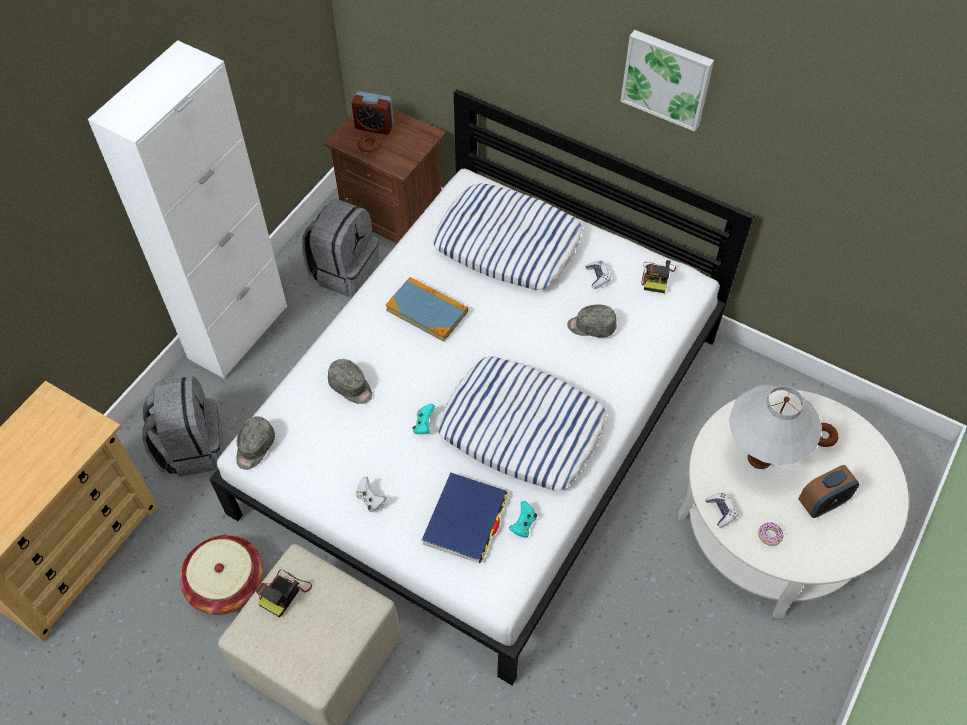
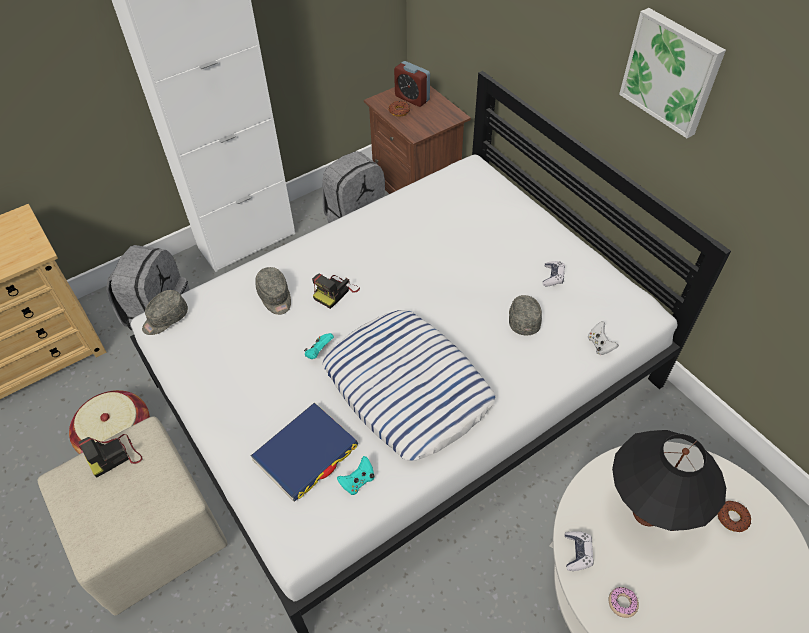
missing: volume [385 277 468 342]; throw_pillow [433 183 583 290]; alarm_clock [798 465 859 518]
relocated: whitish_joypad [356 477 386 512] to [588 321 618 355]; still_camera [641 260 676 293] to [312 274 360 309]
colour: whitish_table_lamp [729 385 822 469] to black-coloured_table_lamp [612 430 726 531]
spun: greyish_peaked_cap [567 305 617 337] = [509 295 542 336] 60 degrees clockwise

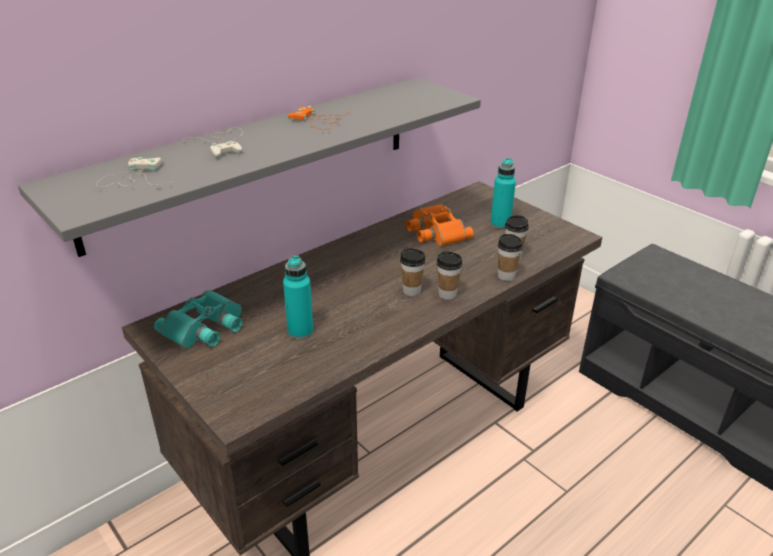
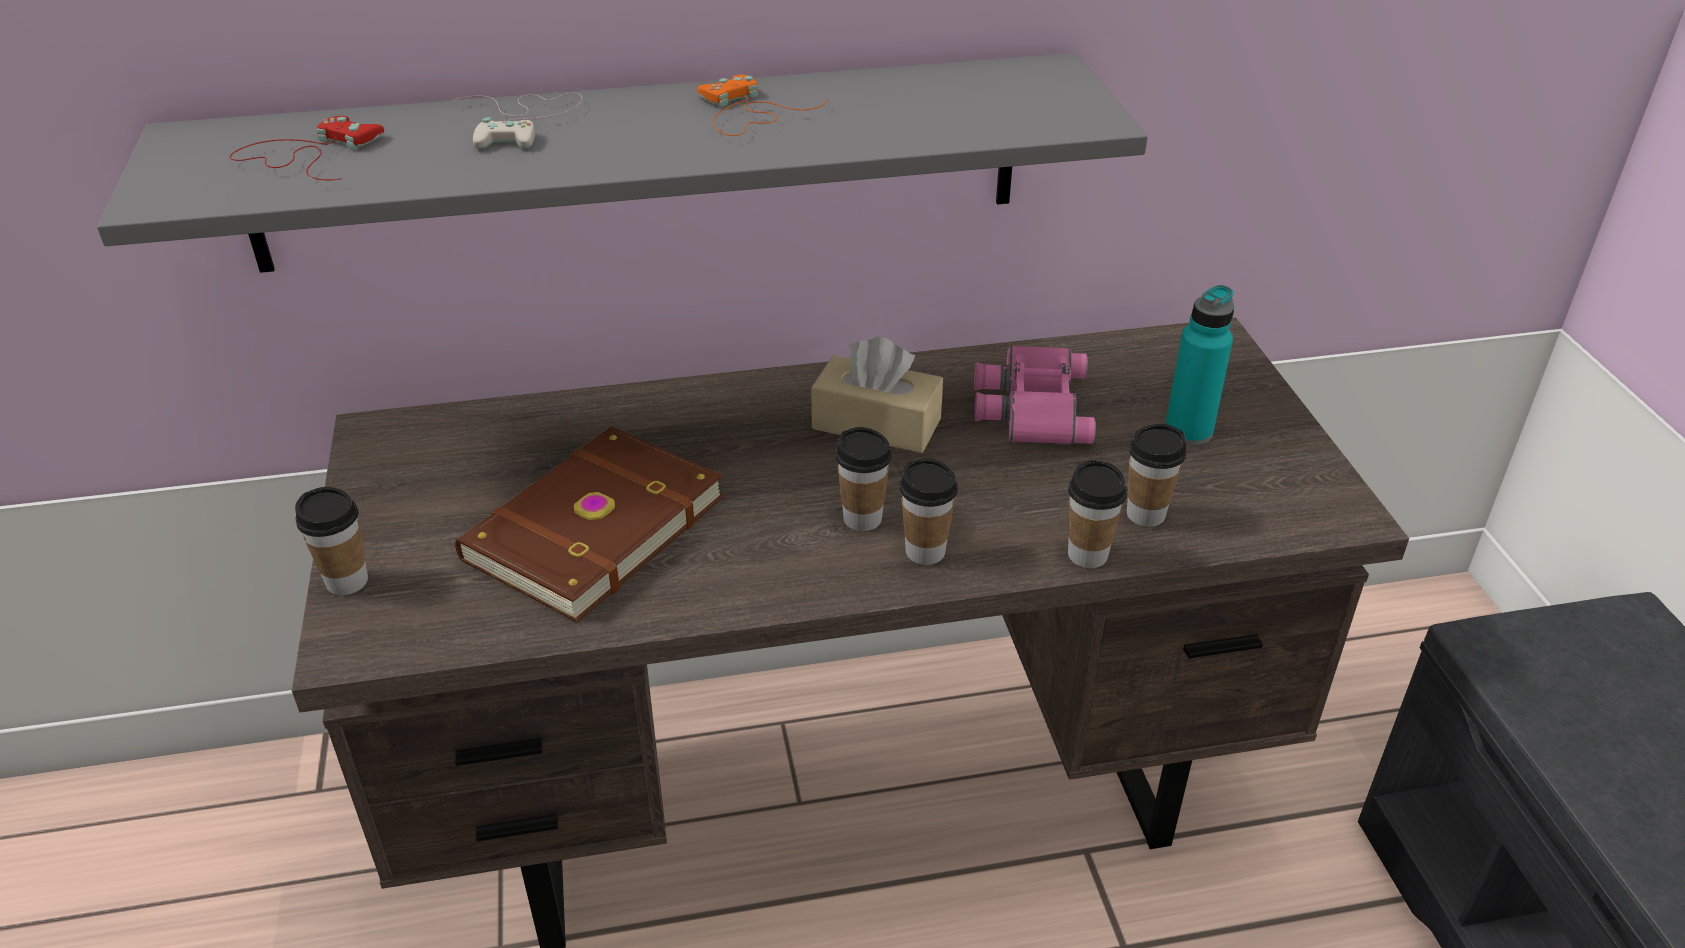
missing: turquoise-coloured_pair_of_binoculars [154 290 243 349]
appeared: cup [295 487 368 595]; beige_box_of_tissues [811 337 943 453]
exchanged: turquoise-coloured_beverage_bottle [283 255 313 339] to brown-coloured_volume [455 426 724 623]
colour: whitish_joypad [96 157 171 187] to reddish_joypad [230 116 384 180]; orangey_pair_of_binoculars [406 204 474 246] to pinkish_pair_of_binoculars [974 346 1096 444]

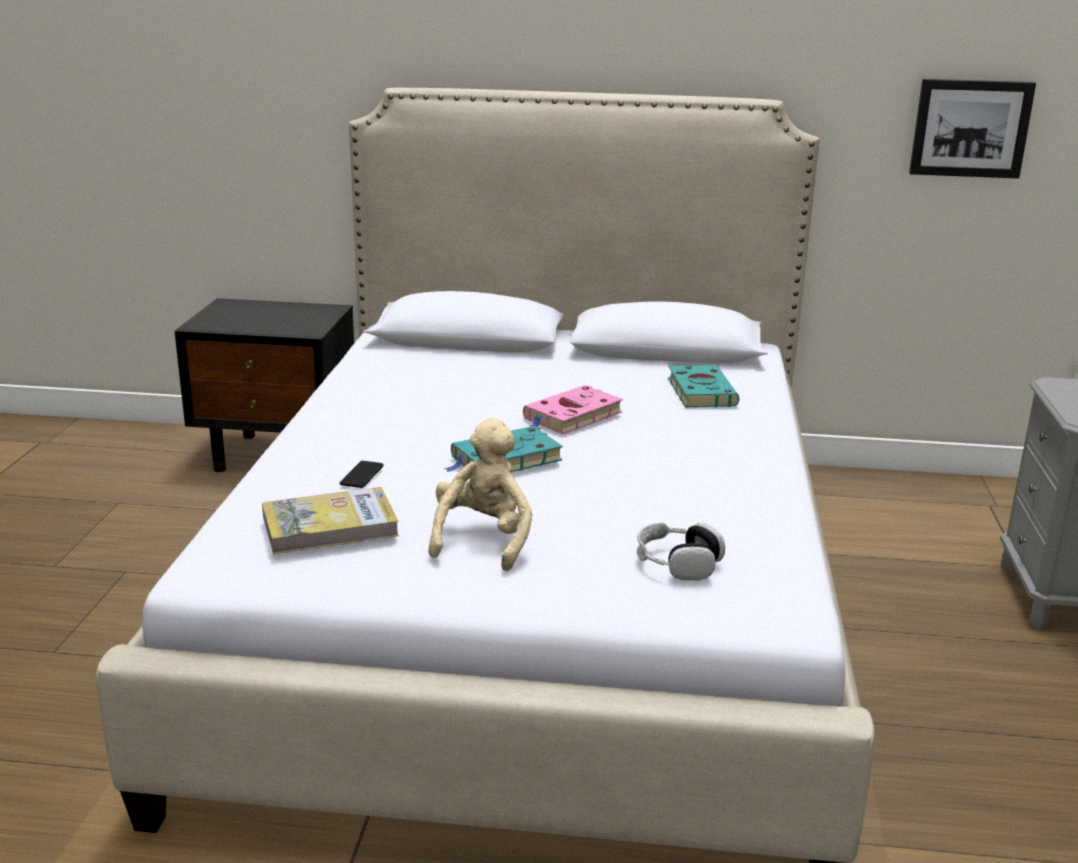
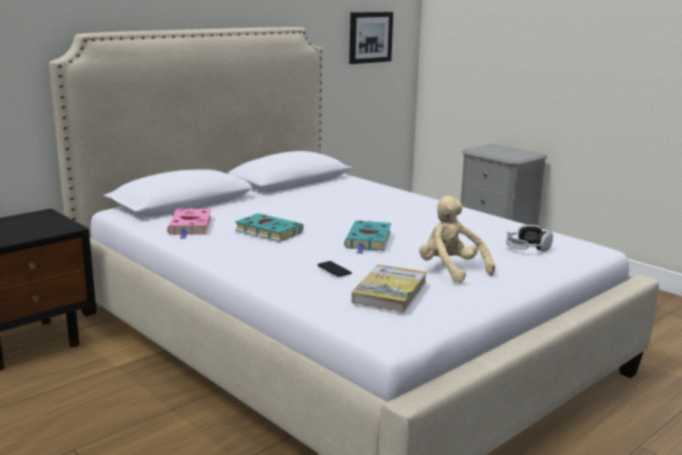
relocated: pinkish_volume [523 385 623 434] to [167 208 212 239]; turquoise-coloured_volume [668 365 739 407] to [235 213 303 242]

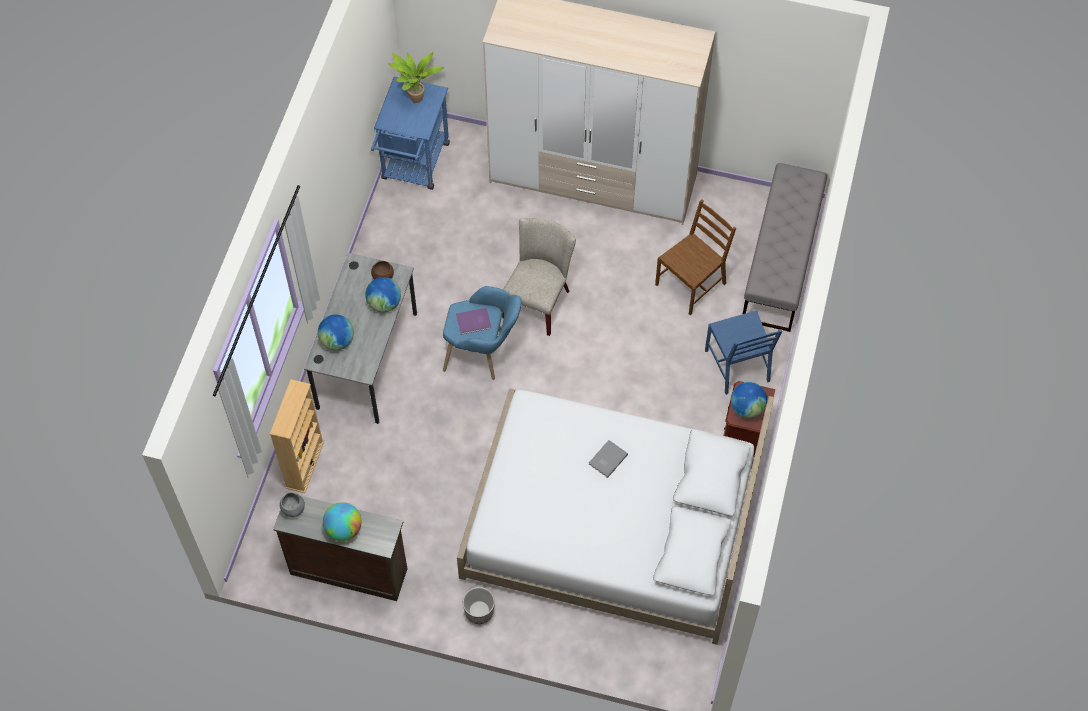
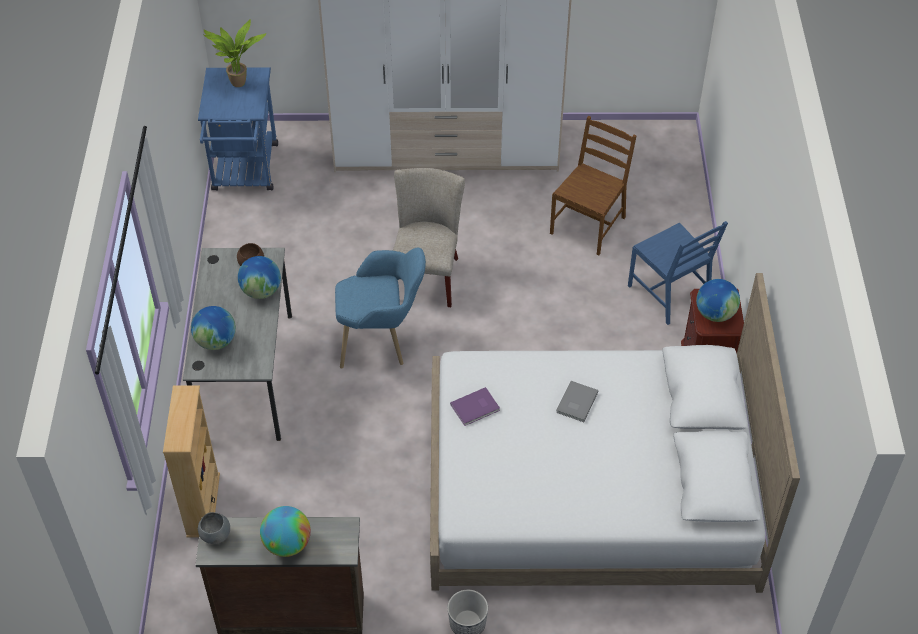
missing: greyish_long_seat [743 163 827 332]
relocated: purple-coloured_volume [456 308 492 335] to [450 387 500 426]

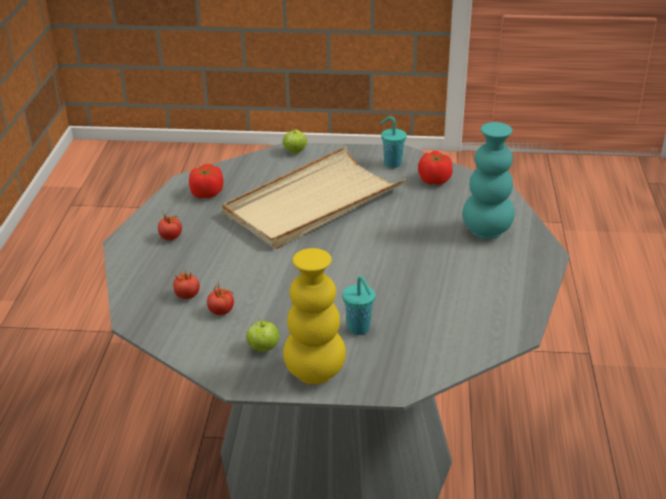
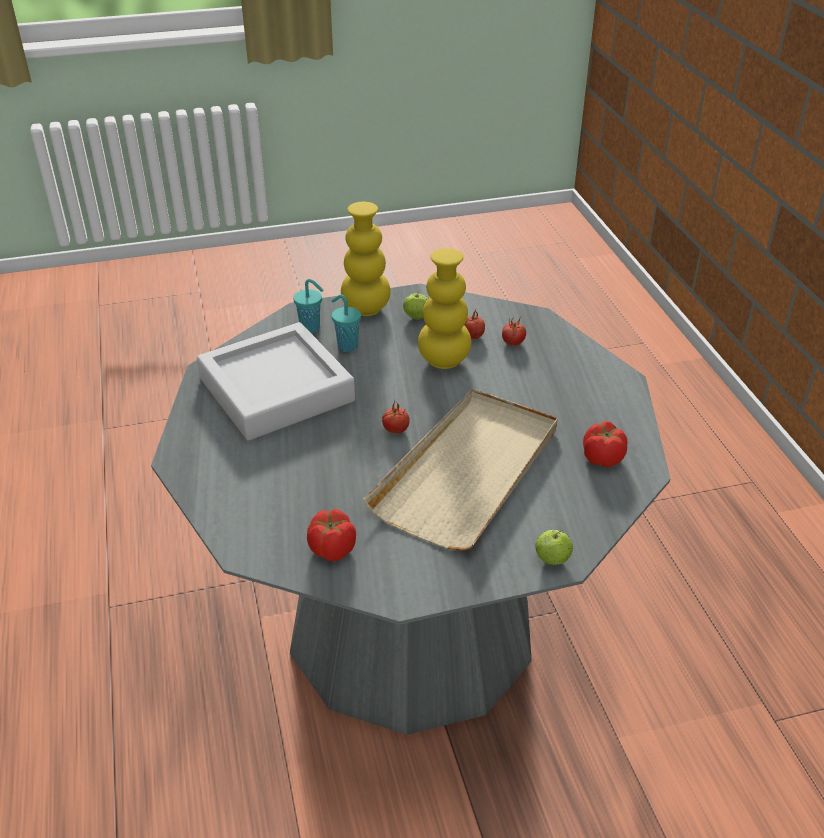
missing: turquoise-coloured_flower_vase [463 122 514 239]
appeared: greyish_tray [197 322 355 441]; yellow_flower_vase [418 248 471 369]
relocated: whole_tomato [158 213 182 240] to [382 401 410 434]; turquoise-coloured_cup [381 116 407 168] to [293 279 323 333]

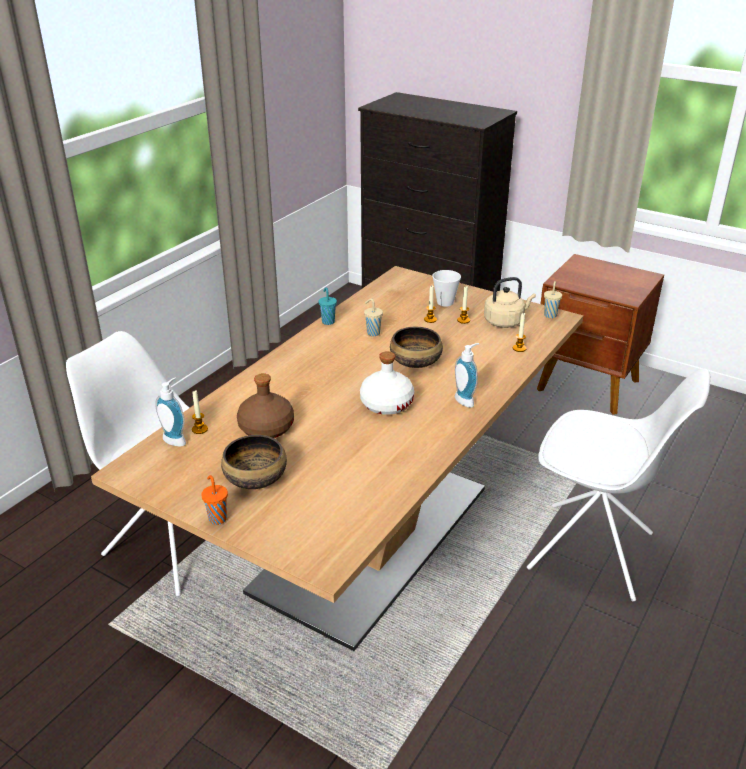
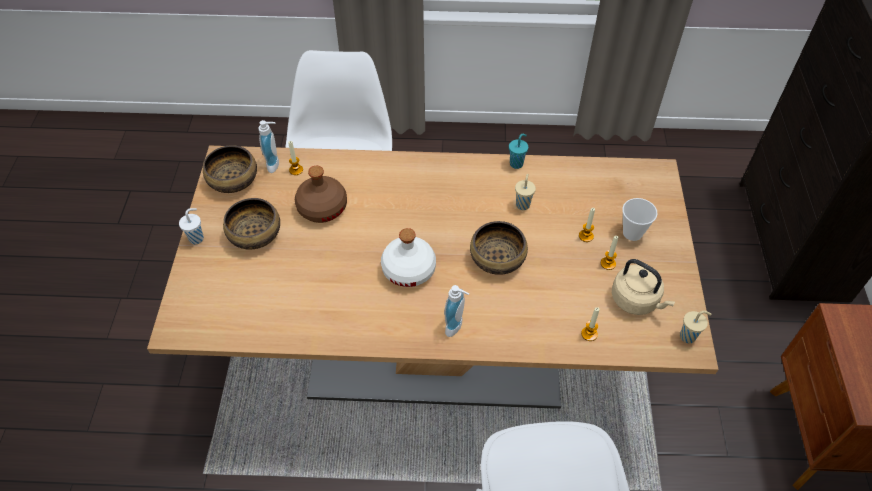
appeared: serving_bowl [203 145 257 193]
colour: orangey_cup [201 475 228 525] to whitish_cup [179 208 204 244]

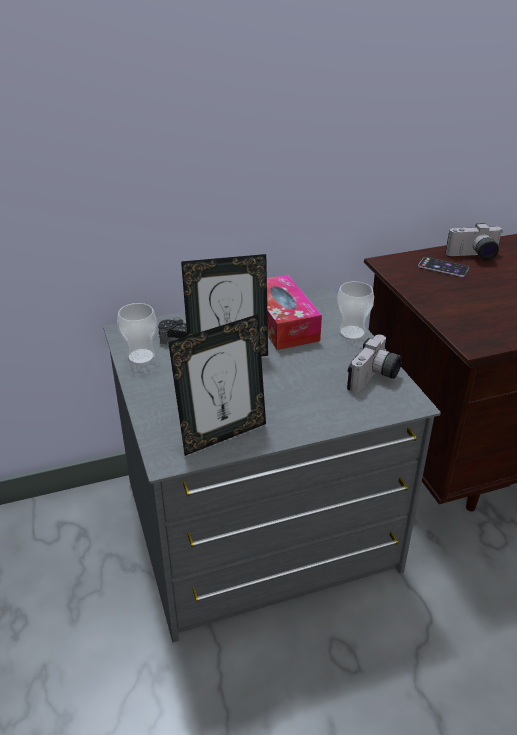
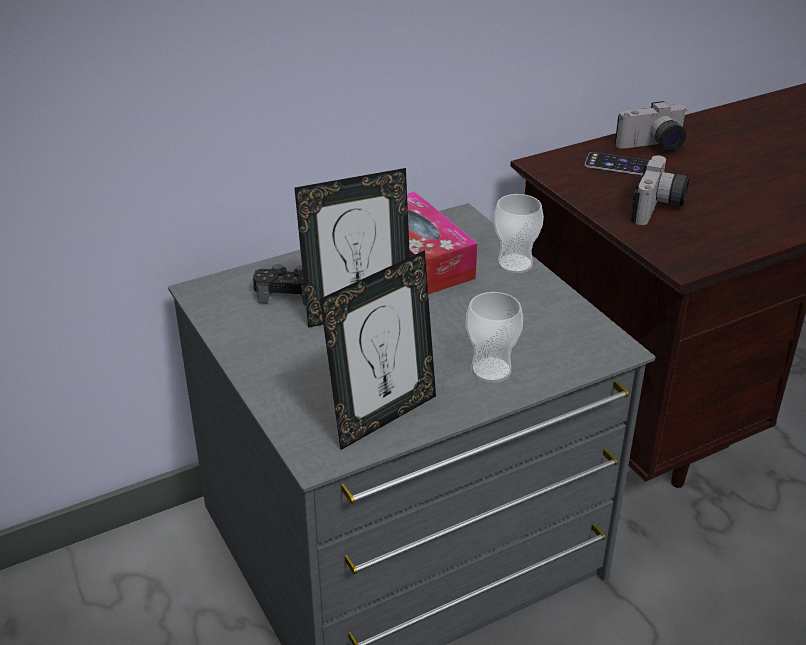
relocated: cup [117 303 157 365] to [466 292 523 383]; still_camera [347 334 402 393] to [631 156 690 225]

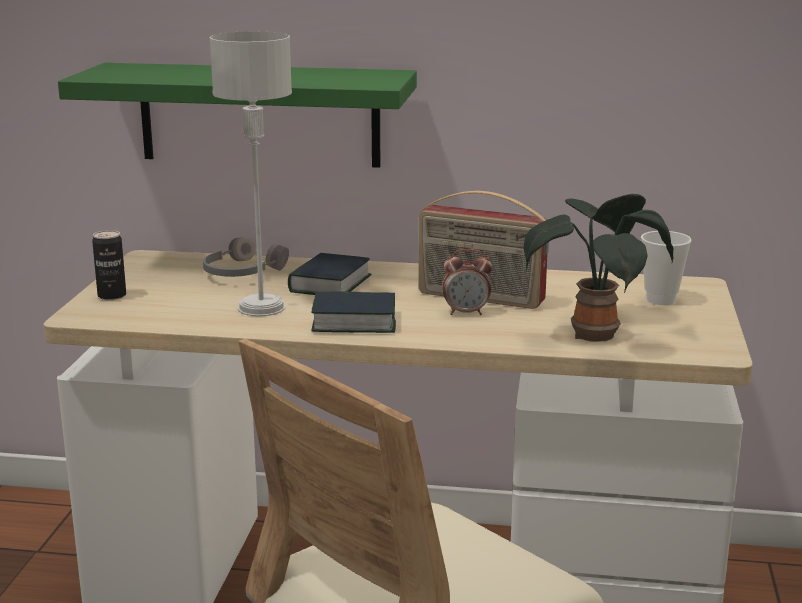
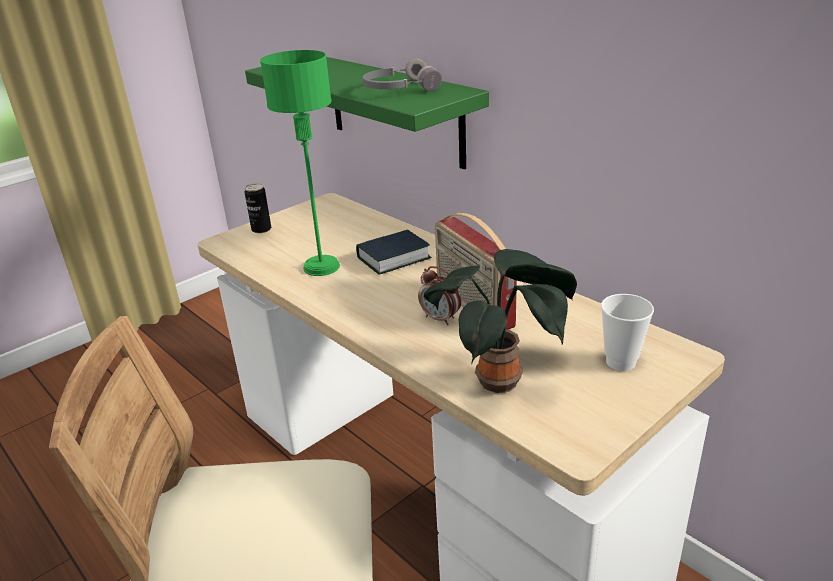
missing: volume [311 291 396 333]
relocated: greyish_headphones [203 237 289 277] to [362 59 442 92]
colour: greyish_table_lamp [210 31 292 316] to greenish_table_lamp [260 50 340 276]

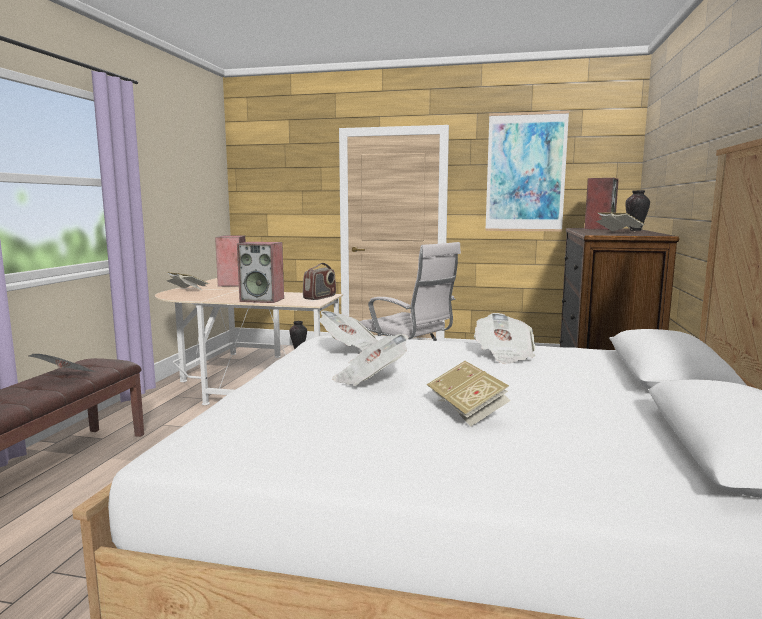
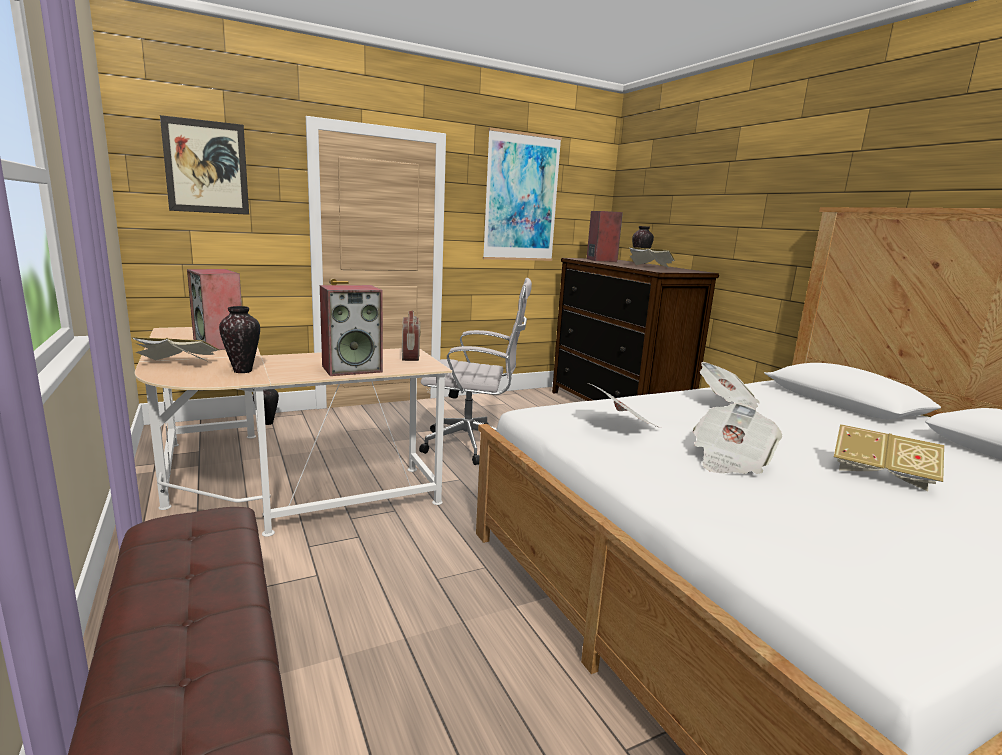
missing: daily_paper [28 354 95 372]
appeared: picture [160 115 249 215]; flower_vase [219 306 260 373]

